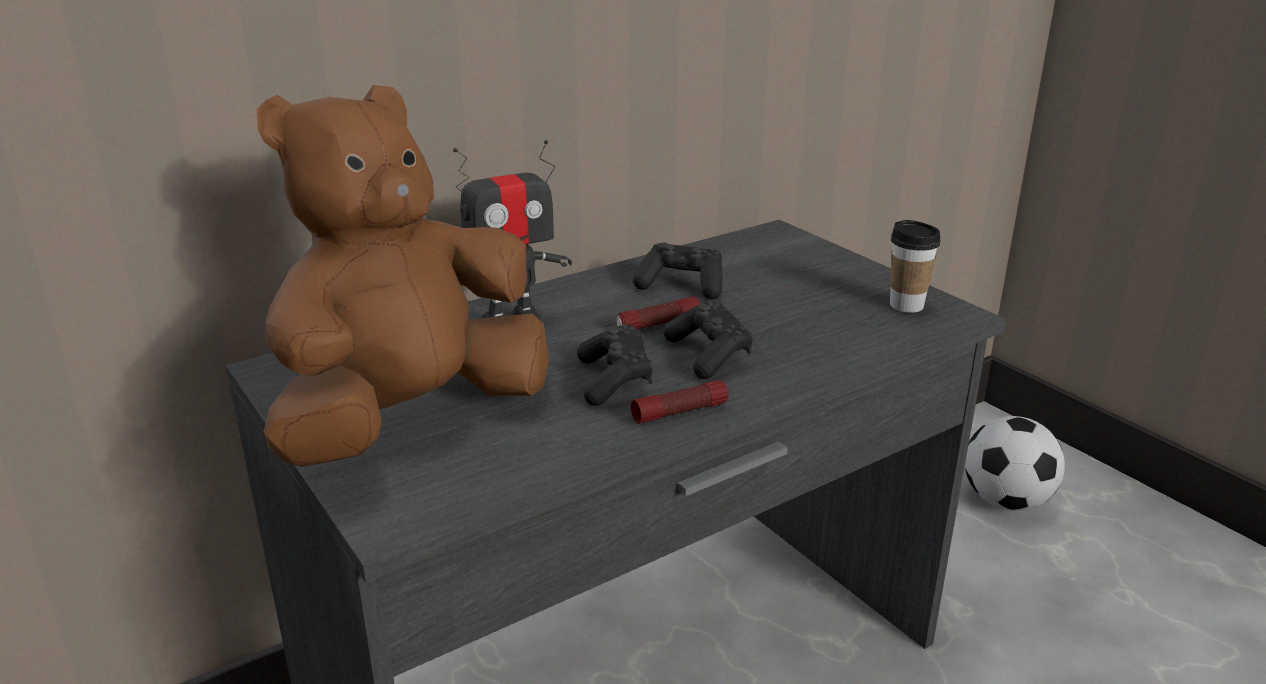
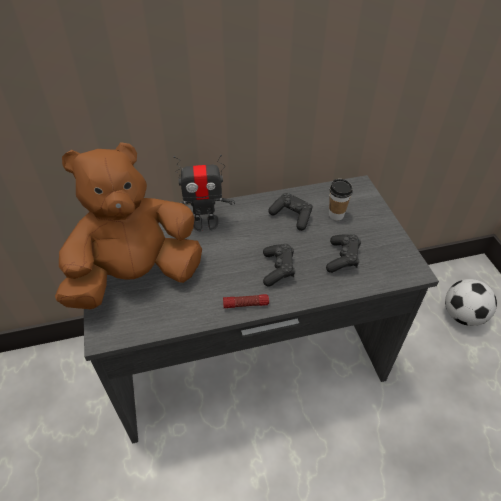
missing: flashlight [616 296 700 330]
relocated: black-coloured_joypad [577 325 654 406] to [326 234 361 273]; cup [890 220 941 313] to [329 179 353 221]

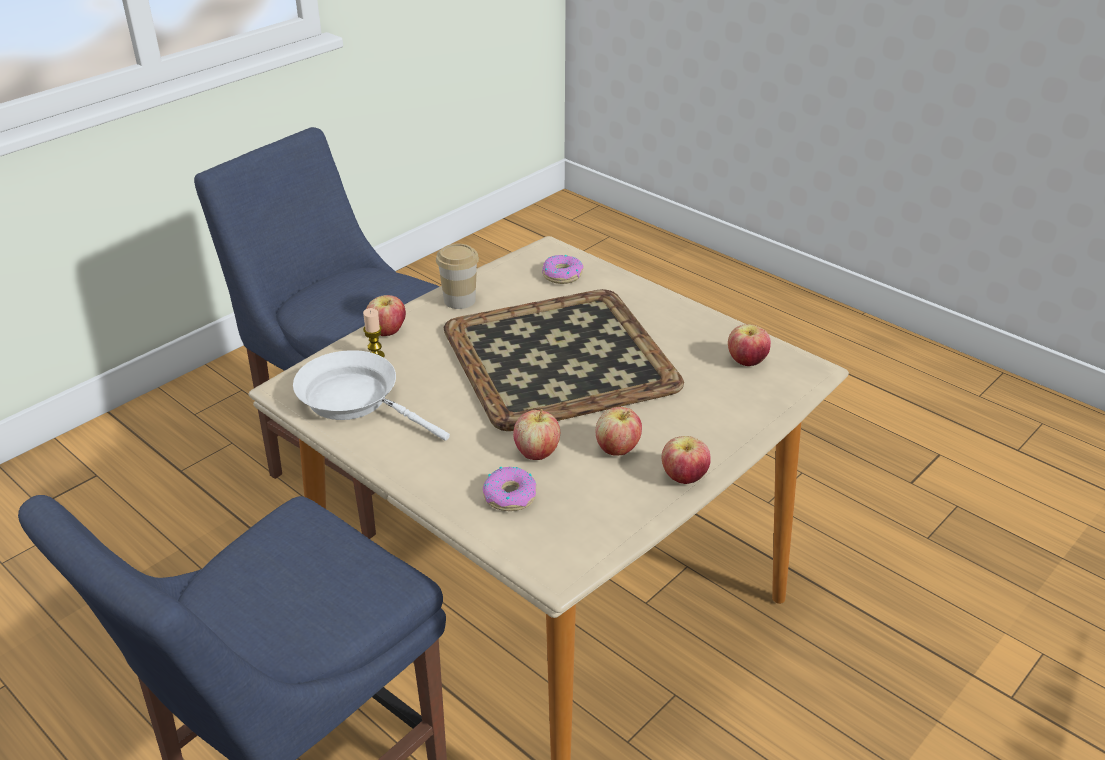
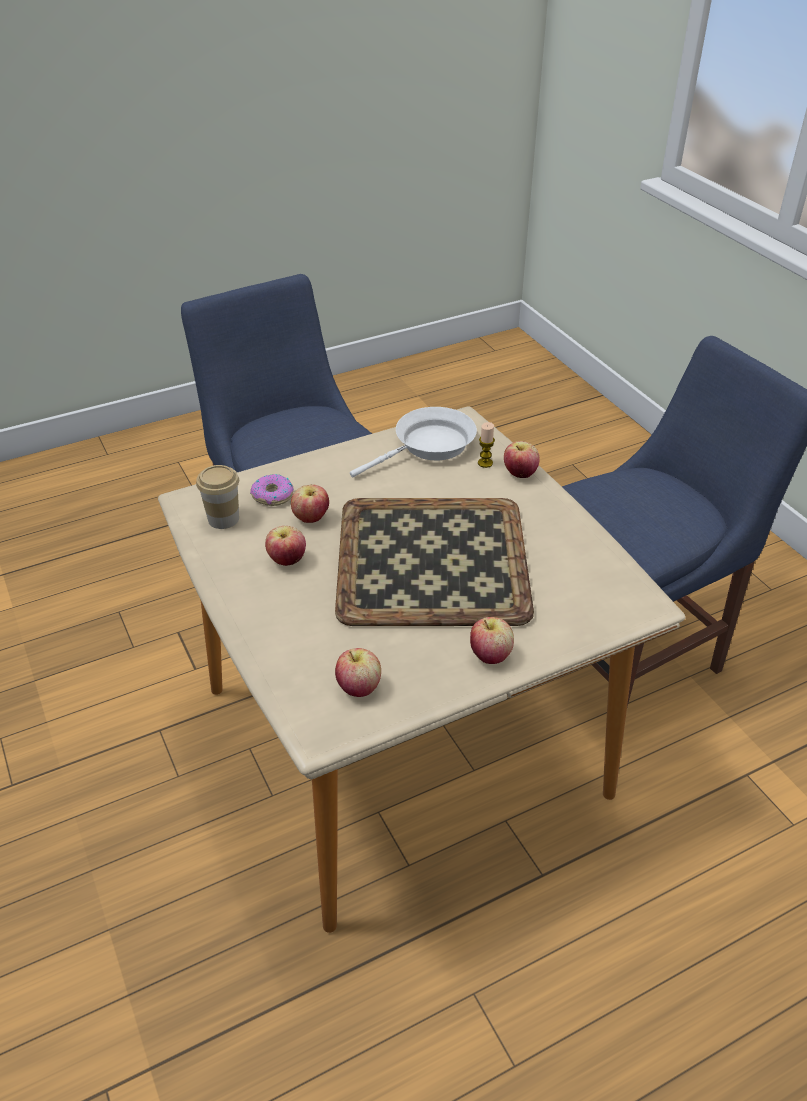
missing: donut [542 255 584 284]
relocated: cup [436 244 479 309] to [196 465 239 529]; whole_apple [662 436 711 484] to [470 617 514 664]

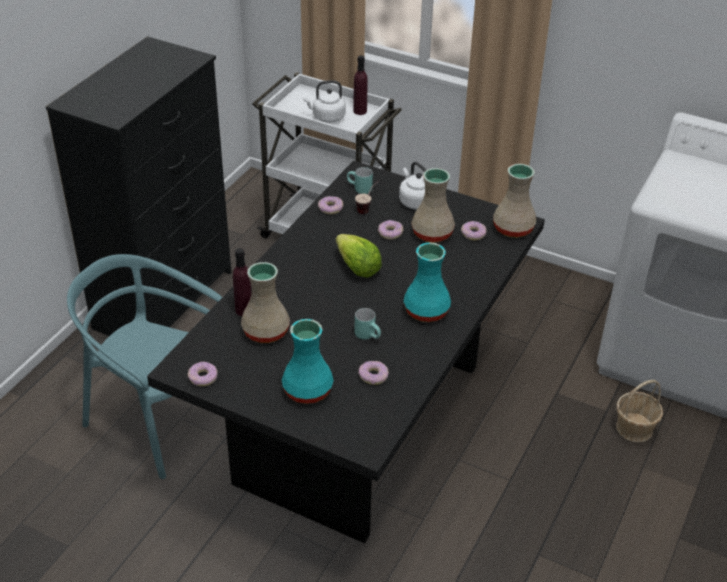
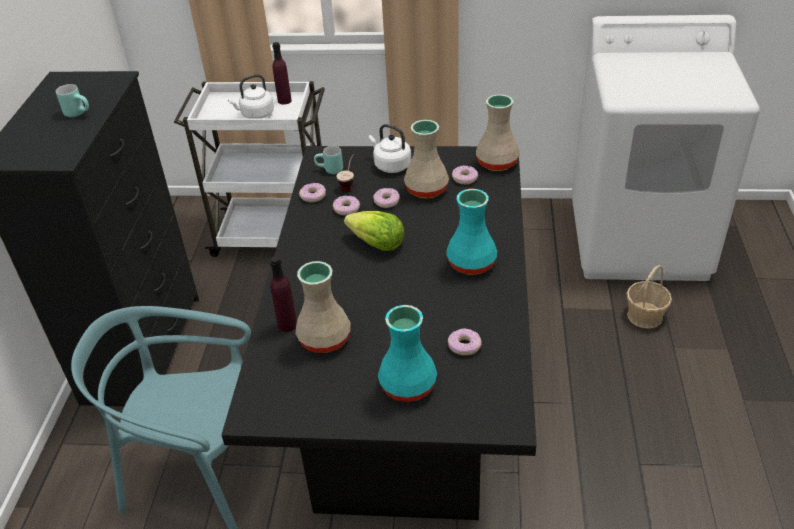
relocated: donut [188 362 217 386] to [333 196 360 216]; turquoise-coloured_coffee_mug [355 308 381 340] to [56 84 89 117]

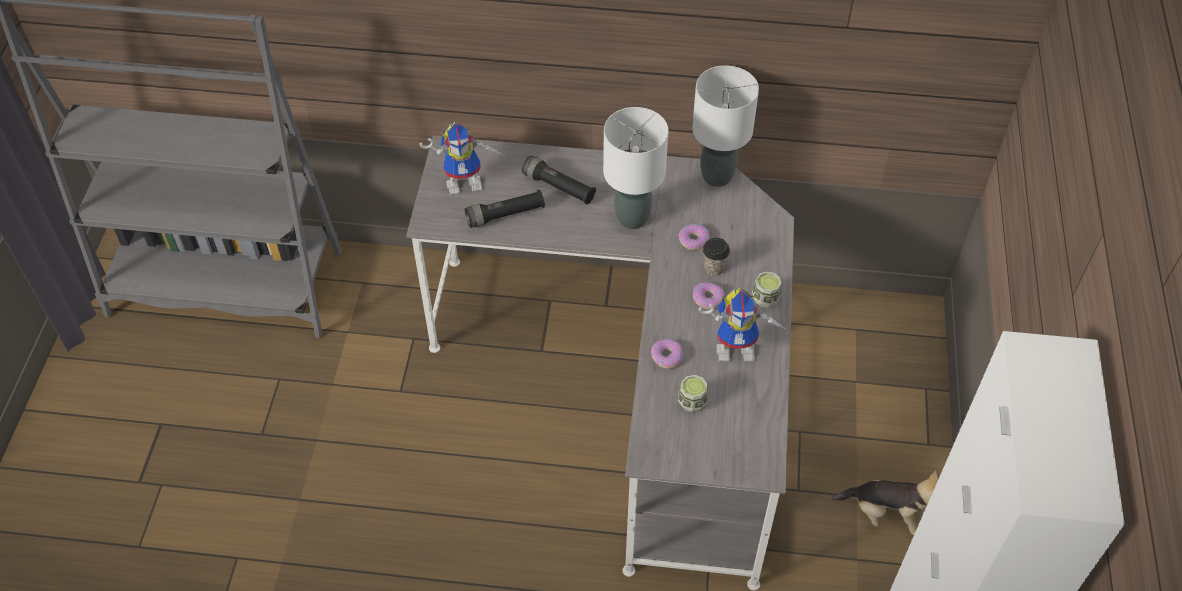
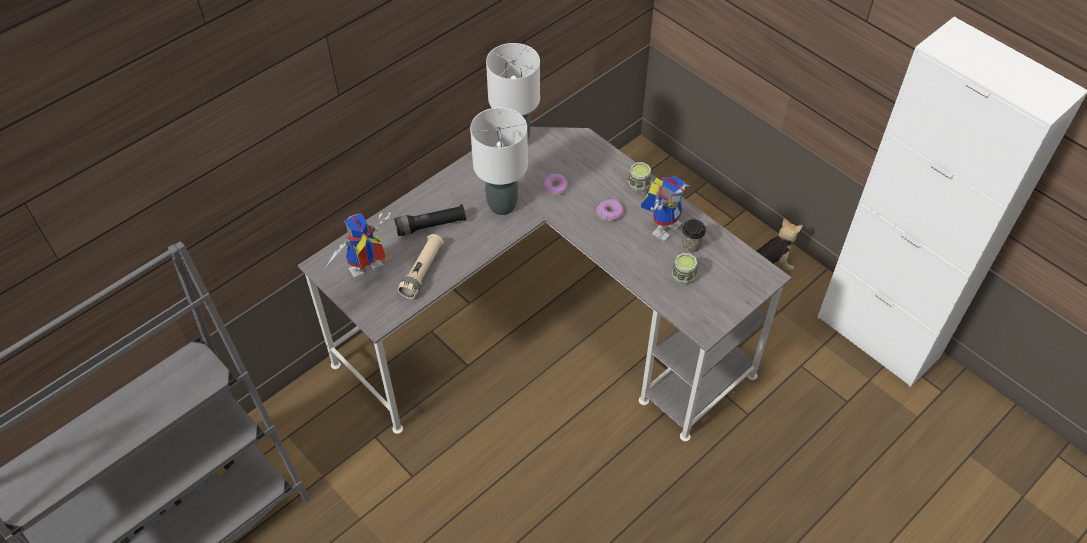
missing: donut [651 339 684 369]
relocated: cup [703 238 730 276] to [682 219 706 252]
colour: black-coloured_flashlight [465 190 545 228] to beige_flashlight [398 234 444 299]
spun: toy_robot [419 122 506 195] = [324 212 391 280] 150 degrees counterclockwise

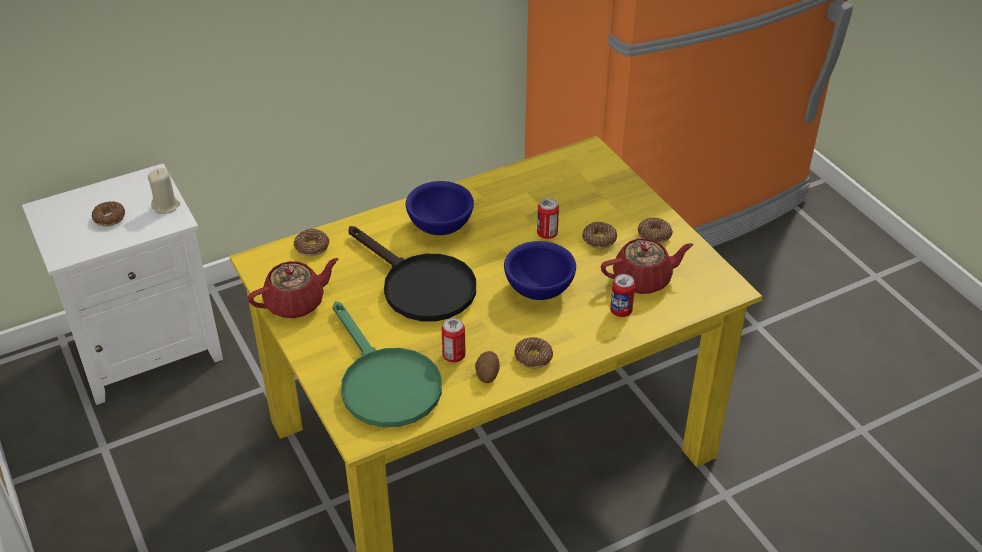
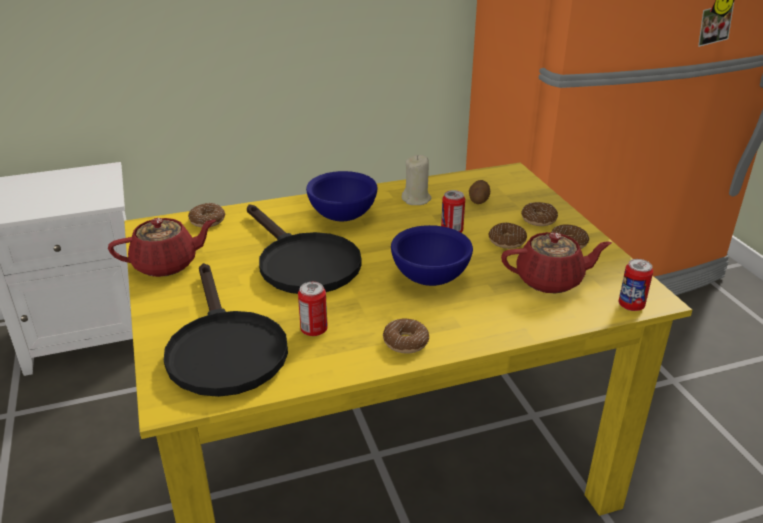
relocated: donut [92 202 125 226] to [521 202 558 226]; beige_wax_light [148 168 180 214] to [402 155 432 205]; spud [475 351 500 383] to [469 180 490 204]; metal_can [610 274 635 317] to [618 259 653 311]
colour: greenish_skillet [333 301 442 427] to black-coloured_skillet [164 263 288 397]

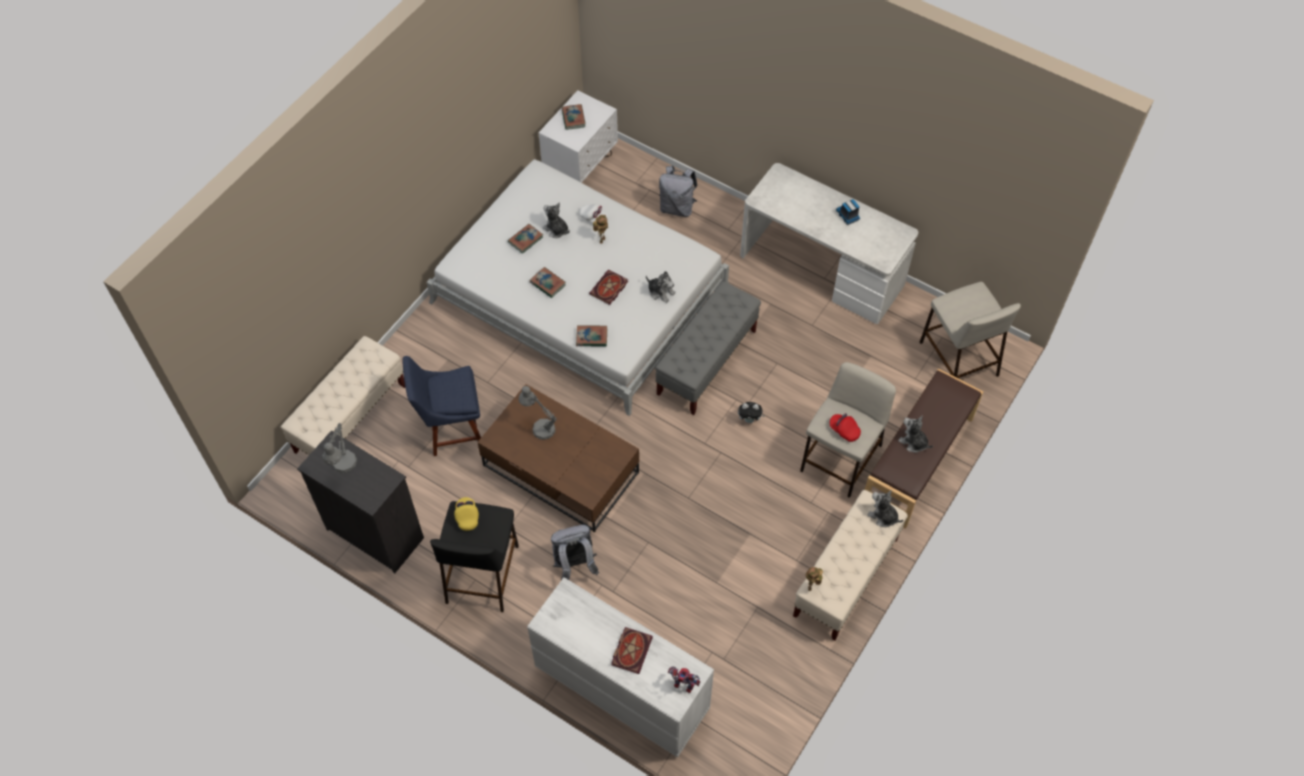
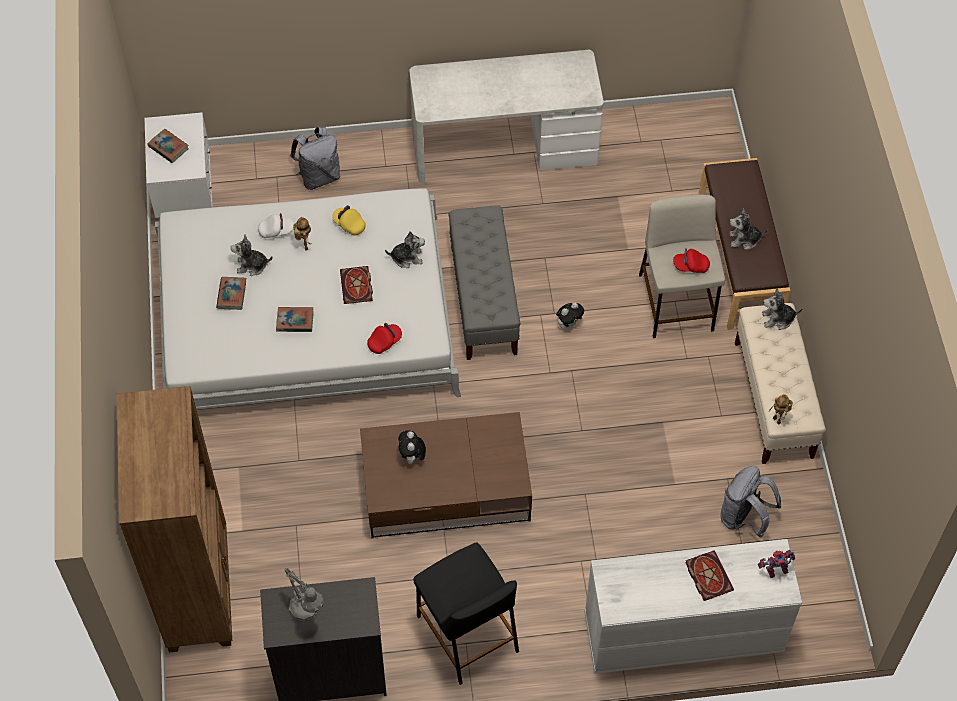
missing: bluish_chair [402 356 481 456]; toy_lorry [836 199 860 225]; beige_sitting_stool [920 282 1021 378]
relocated: yellow_peaked_cap [454 497 479 531] to [333 205 366 235]; greyish_knapsack [551 525 599 580] to [721 466 781 538]
exchanged: beige_long_seat [281 336 405 455] to brown-coloured_shelving_unit [117 386 232 653]; greyish_table_lamp [519 386 557 440] to plush_toy [398 430 426 464]; volume [576 325 607 347] to reddish_peaked_cap [367 323 402 354]

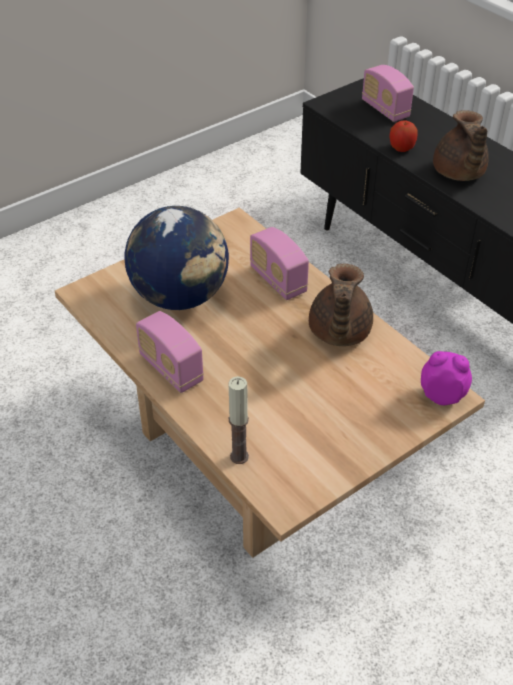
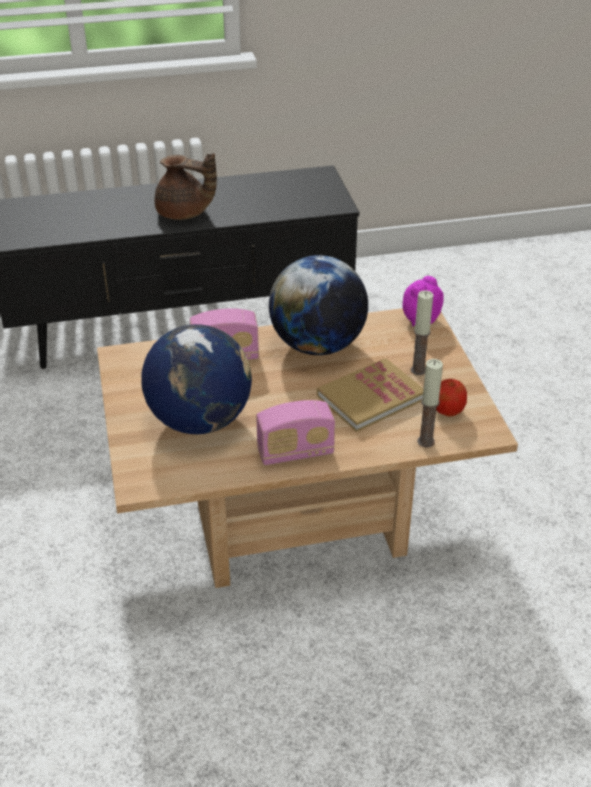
missing: radio_set [362 65 414 122]
appeared: volume [317 358 424 432]; wax_light [411 290 434 375]
relocated: whole_apple [390 121 418 152] to [436 379 467 417]
exchanged: brown-coloured_pot_for_tea [309 264 373 346] to world_globe [269 255 368 355]

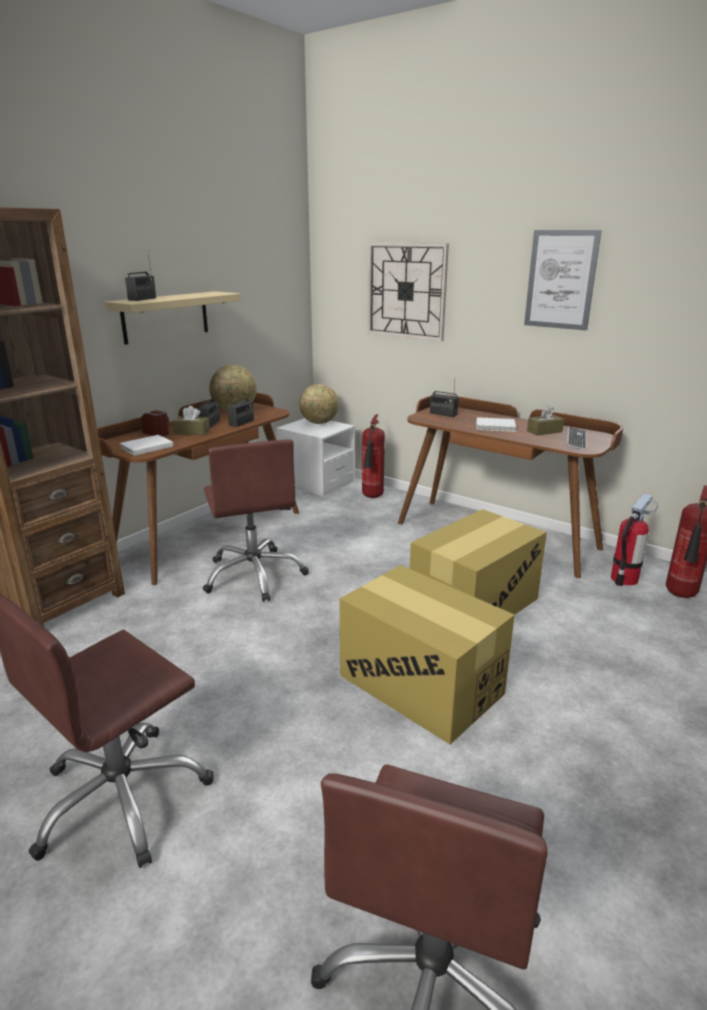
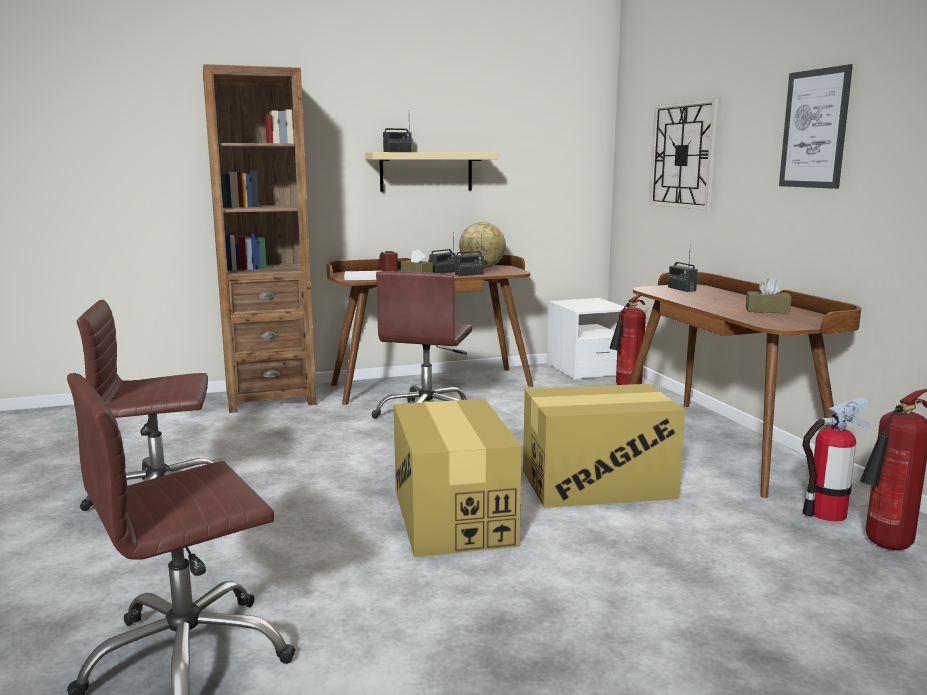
missing: world_globe [299 384 339 424]; whitish_volume [476 417 516 432]; computer_keyboard [567 427 586 450]

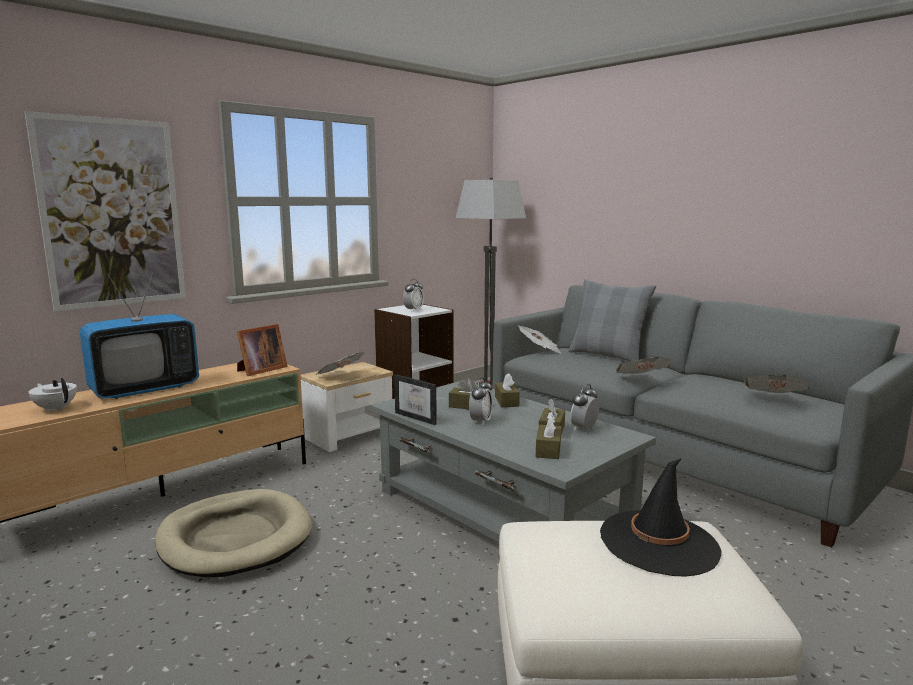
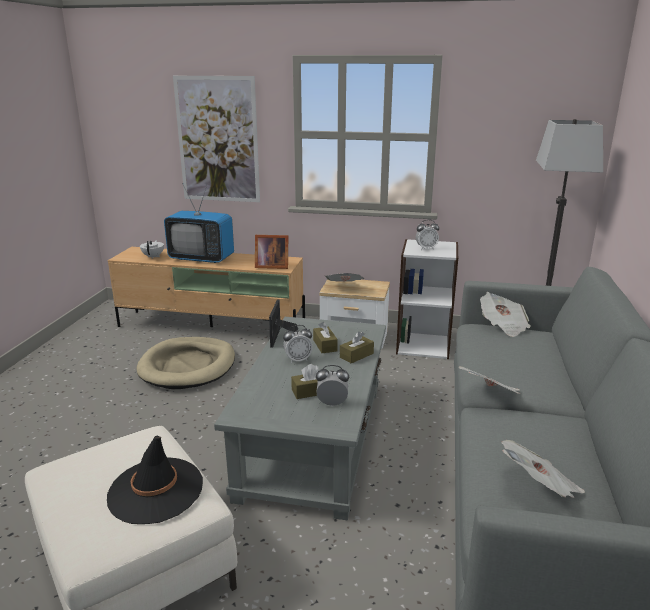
missing: brown-coloured_box_of_tissues [536 416 561 459]; greyish_throw_pillow [568 279 656 362]

